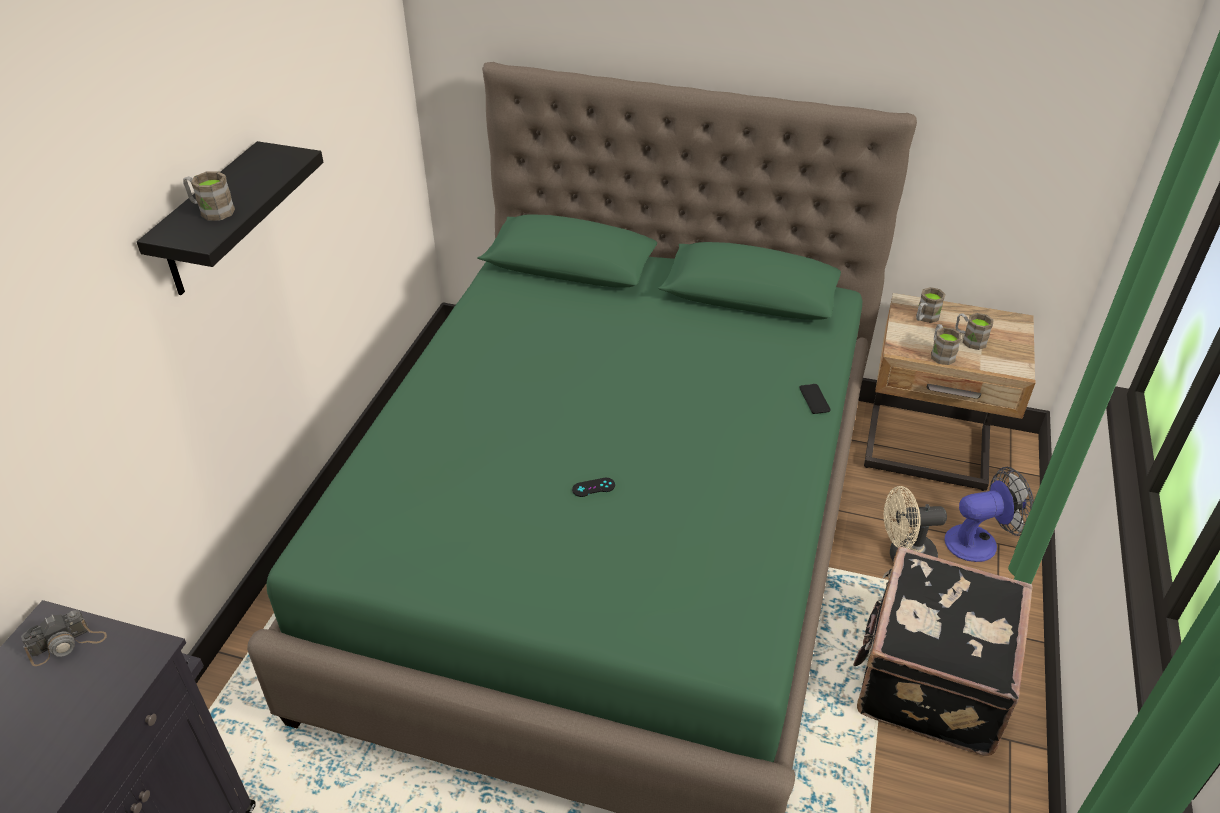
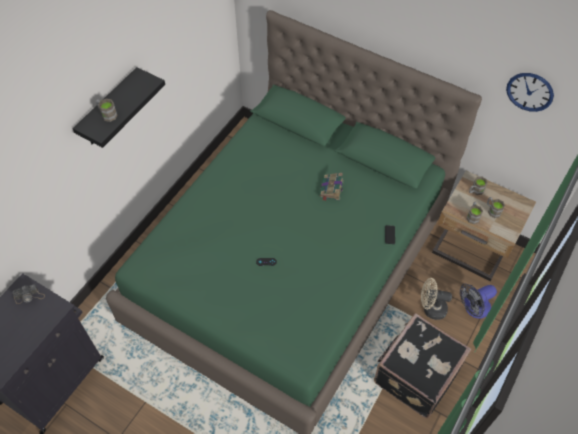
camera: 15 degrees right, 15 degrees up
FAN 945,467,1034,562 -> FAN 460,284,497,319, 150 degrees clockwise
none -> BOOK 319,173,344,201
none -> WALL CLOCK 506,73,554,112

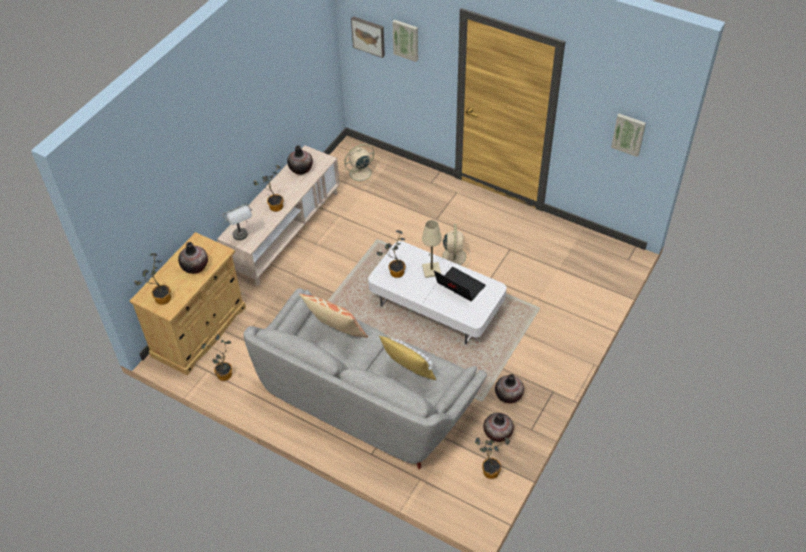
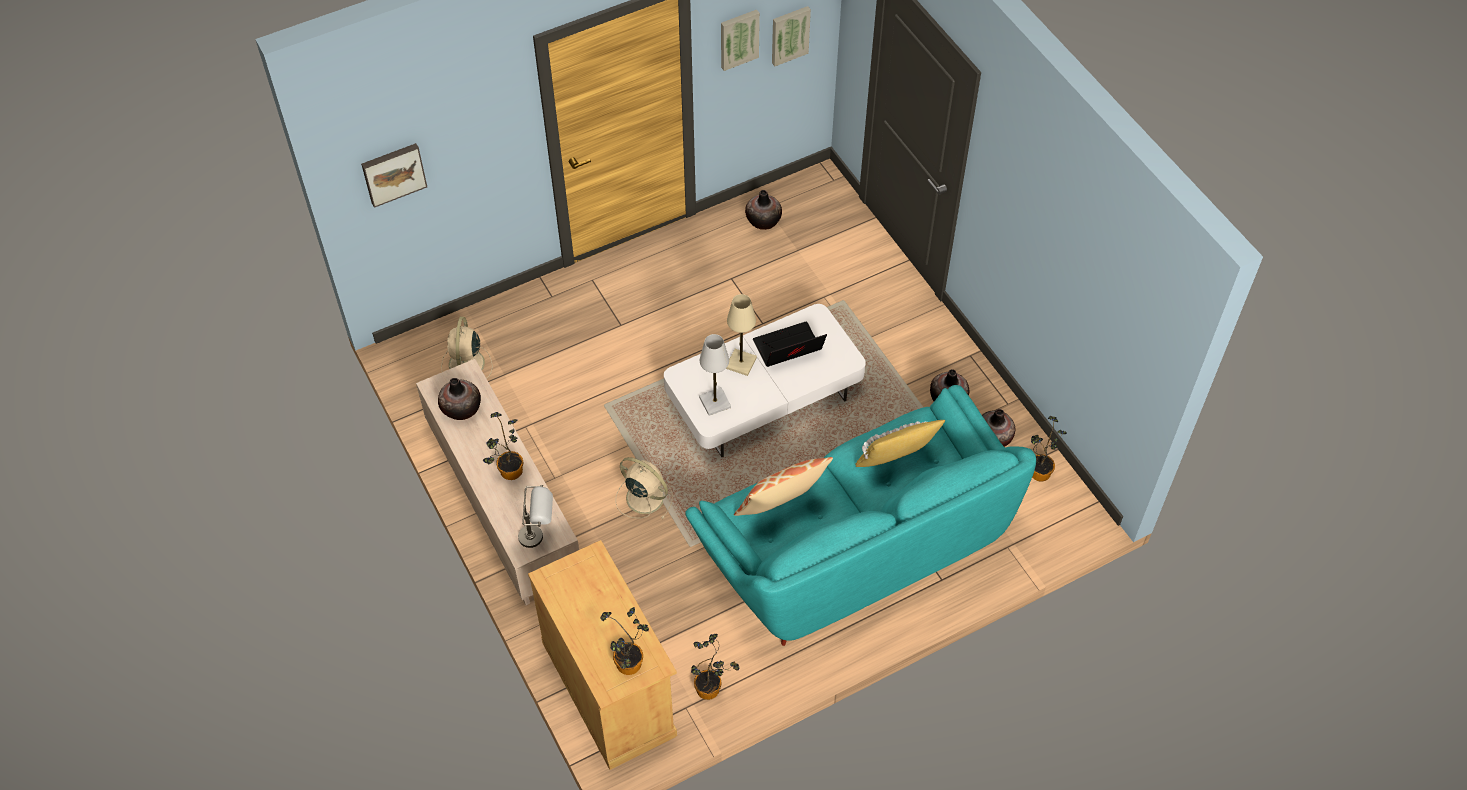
camera: 60 degrees left, 5 degrees up
VASE 178,242,208,274 -> VASE 745,190,782,230, relocated
GREY SOFA 244,288,487,469 -> TURQUOISE SOFA 685,385,1036,646
POTTED PLANT 377,230,406,278 -> WHITE TABLE LAMP 699,334,731,416
PICTURE 392,20,418,62 -> PICTURE 721,9,760,71, relocated
BEIGE FAN 437,224,471,267 -> BEIGE FAN 616,457,673,519, relocated

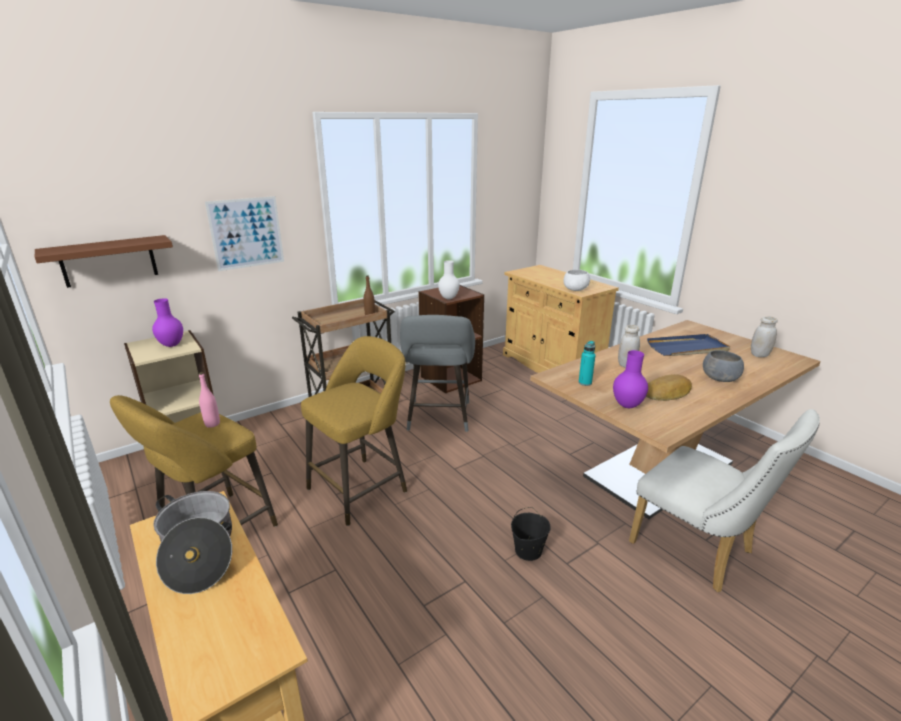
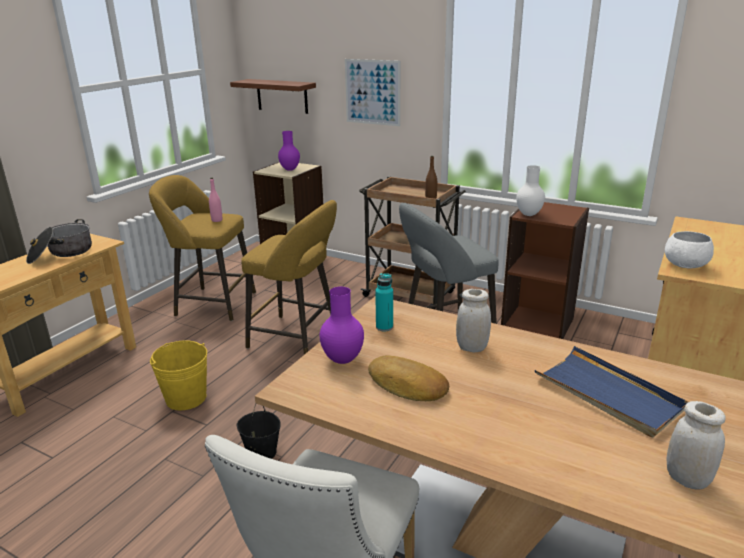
camera: 65 degrees right, 0 degrees up
GREY BOWL 703,350,744,382 -> none
none -> YELLOW BUCKET 150,340,207,410

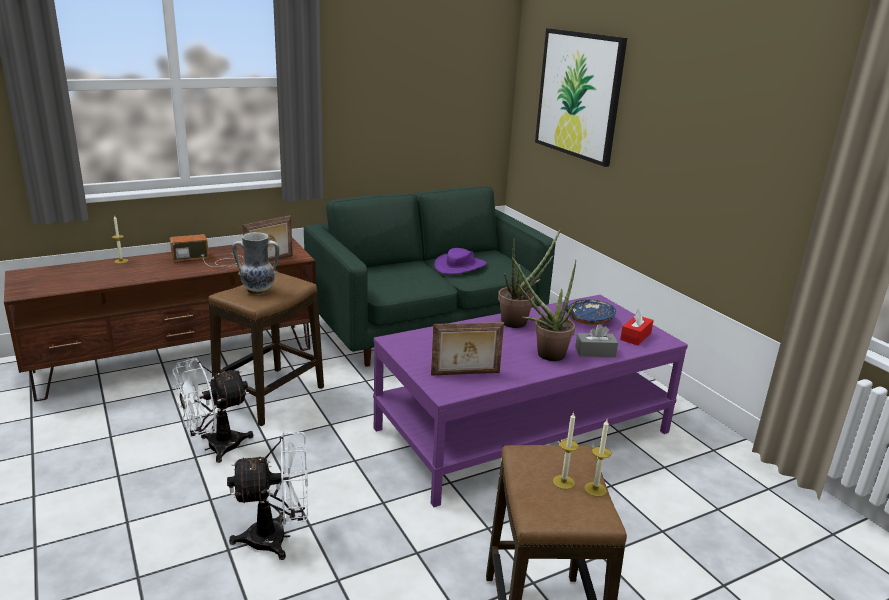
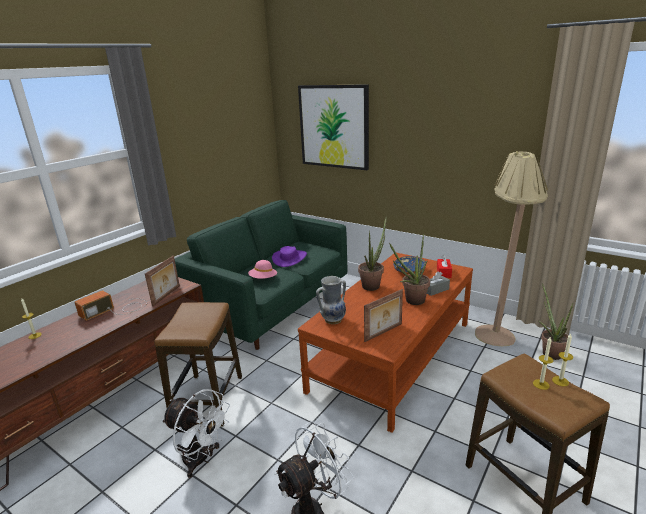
camera: 25 degrees left, 0 degrees up
WHITE FAN 172,358,253,463 -> WHITE FAN 162,389,230,478, 90 degrees counterclockwise
VASE 232,232,279,295 -> VASE 316,276,346,324, relocated
PURPLE COFFEE TABLE 373,295,688,507 -> BROWN COFFEE TABLE 298,253,473,433
none -> PINK HAT 248,260,277,279
none -> BEIGE FLOOR LAMP 475,151,548,346
none -> POTTED PLANT 538,283,573,360

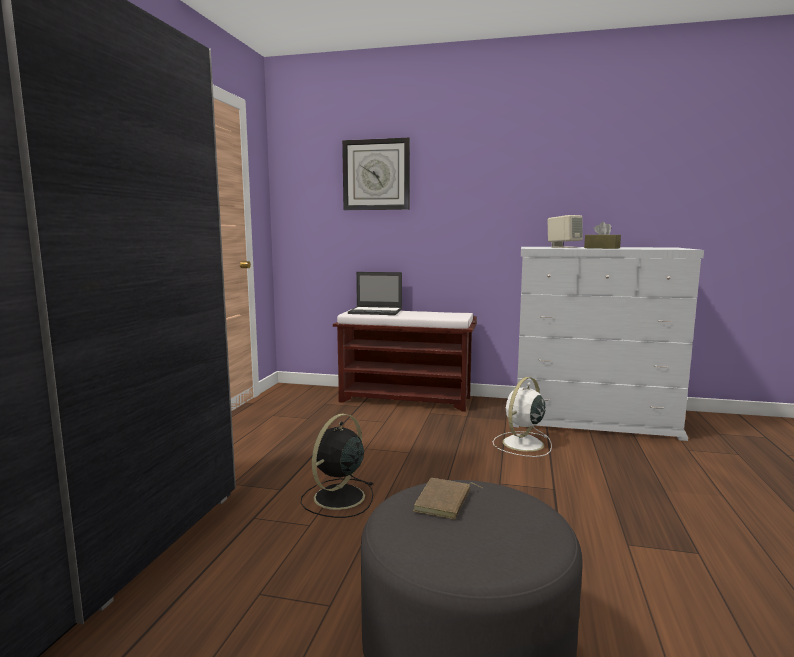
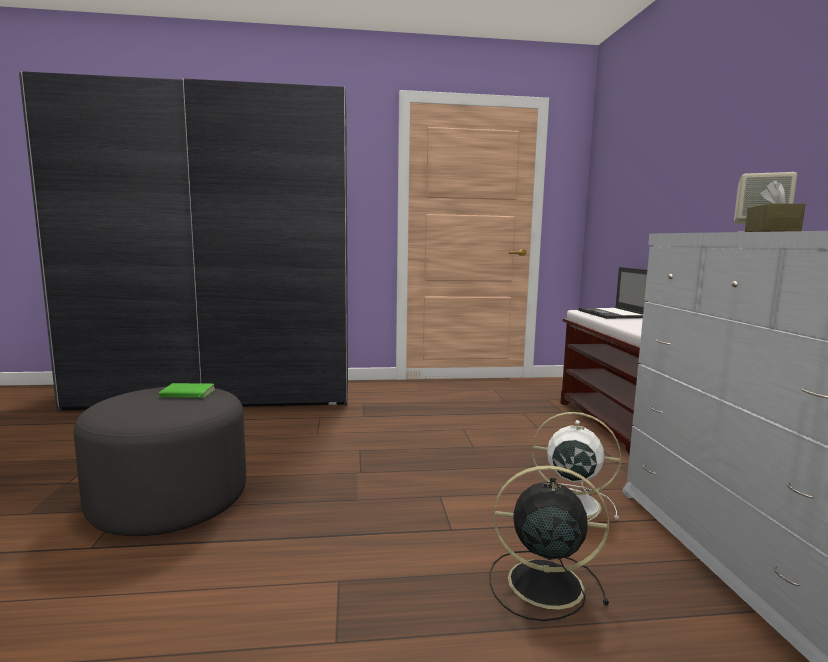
camera: 70 degrees right, 0 degrees up
BLACK FAN 301,414,373,518 -> BLACK FAN 489,465,609,621, relocated
WALL CLOCK 342,138,410,210 -> none
BROWN BOOK 413,478,482,520 -> GREEN BOOK 159,383,215,398

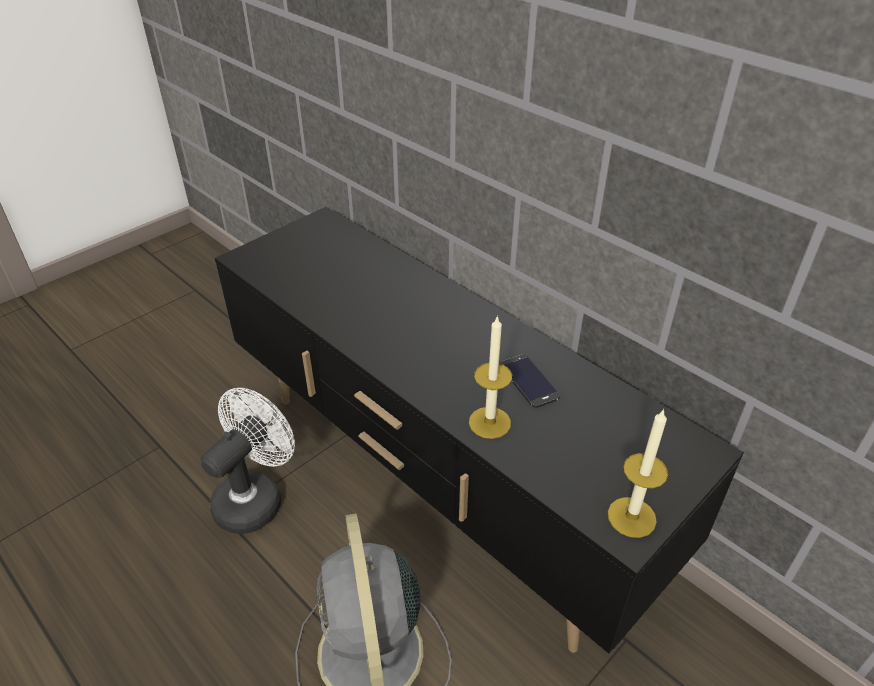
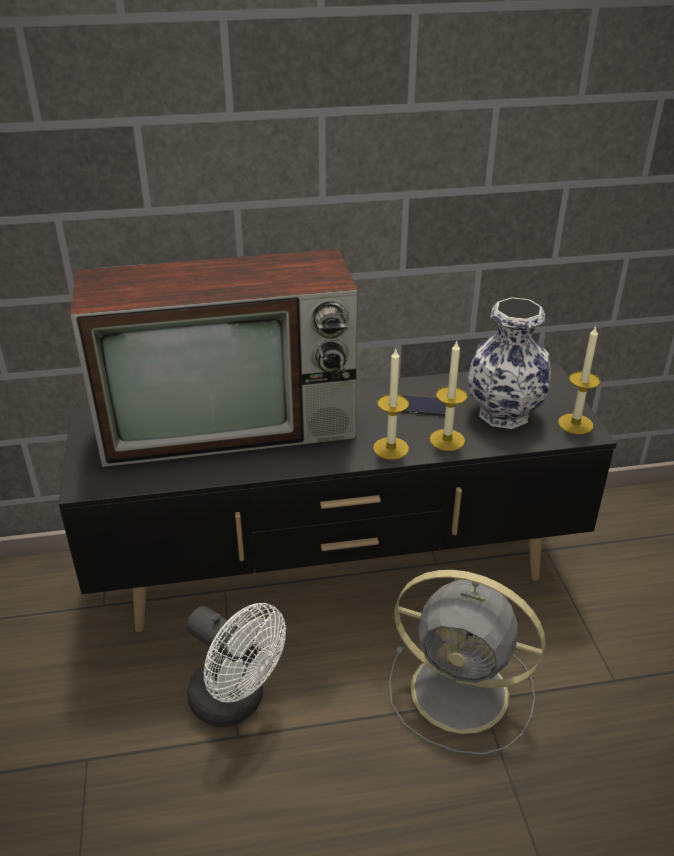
camera: 55 degrees left, 5 degrees down
WHITE FAN 201,388,295,534 -> WHITE FAN 187,603,286,727, 150 degrees clockwise
none -> TELEVISION 70,249,358,467
none -> CANDLE 373,349,409,460
none -> VASE 468,297,551,429

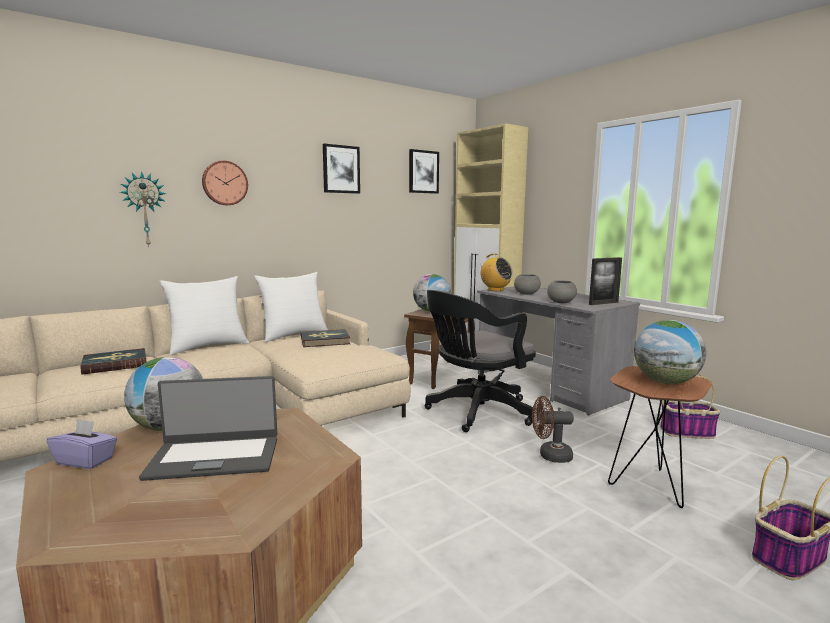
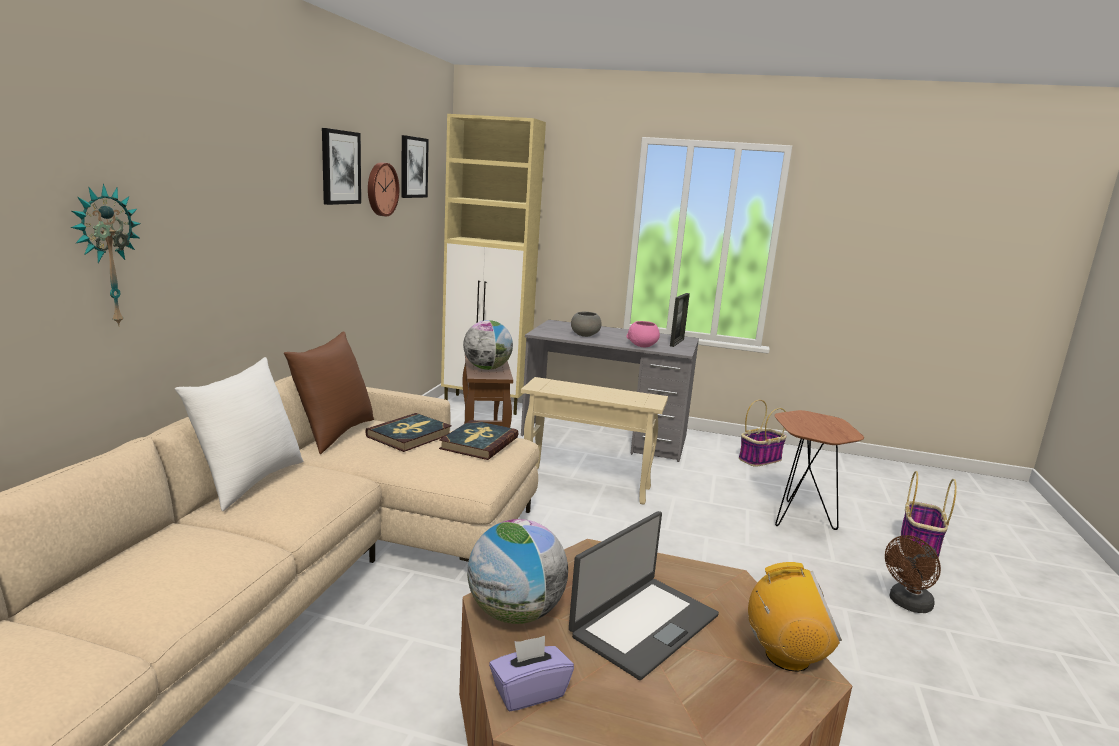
camera: 40 degrees left, 5 degrees up
BOOK 80,348,146,375 -> BOOK 439,420,518,460, relocated
WALL CLOCK 202,160,248,205 -> WALL CLOCK 368,162,399,216, relocated
WHITE PILLOW 254,272,328,342 -> BROWN PILLOW 284,331,374,454
BLACK OFFICE CHAIR 425,290,536,432 -> BEIGE SIDE TABLE 521,377,668,505
RADIO 480,253,513,291 -> RADIO 748,562,842,672, relocated
BROWN FAN 532,396,574,463 -> BROWN FAN 885,535,941,613, relocated
GREY BOWL 547,280,577,303 -> PINK BOWL 626,321,660,347
GLOBE 634,320,706,384 -> none

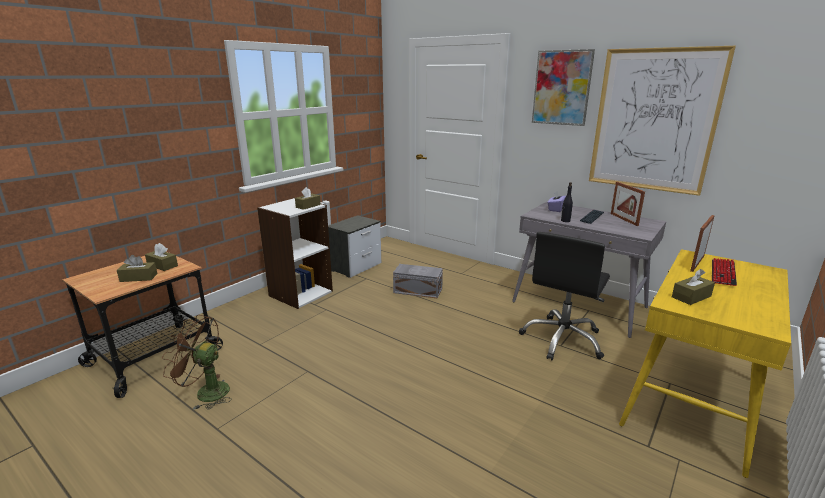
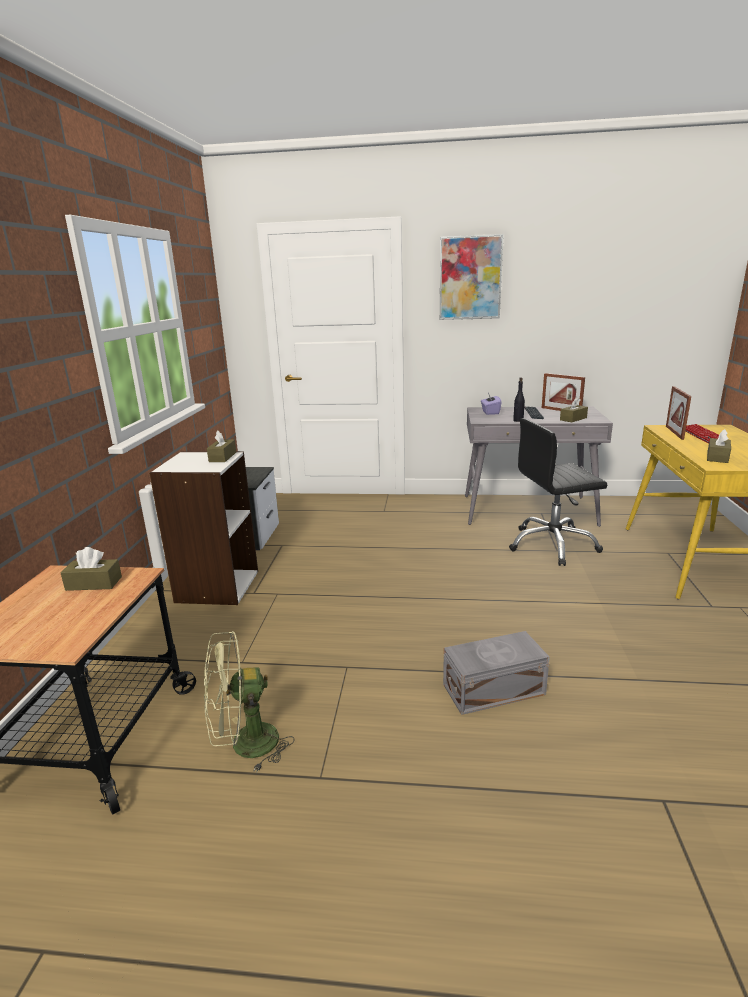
camera: 30 degrees left, 0 degrees up
BROWN TISSUE BOX 117,255,157,282 -> BROWN TISSUE BOX 560,397,588,422, relocated
BROWN FAN 162,315,232,410 -> GREEN FAN 204,631,295,773
GREY STORAGE BOX 393,264,443,299 -> GREY STORAGE BOX 443,631,550,715, relocated
BLACK OFFICE CHAIR 519,232,610,360 -> BLACK OFFICE CHAIR 509,418,607,566, 75 degrees clockwise
PICTURE 589,46,736,196 -> none

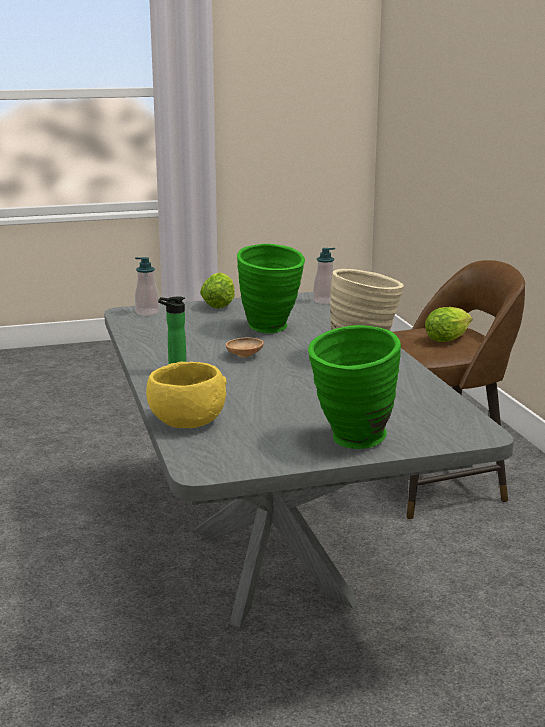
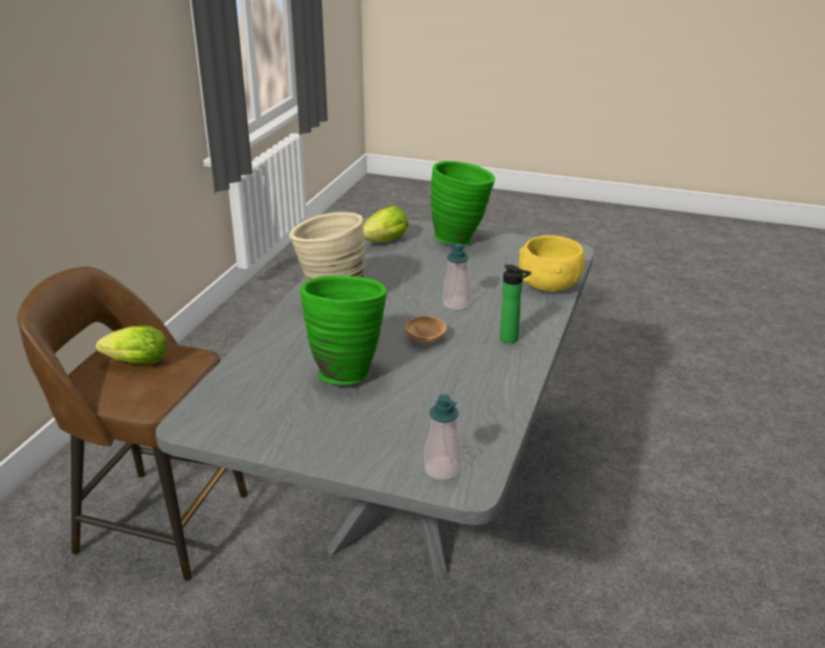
camera: 145 degrees left, 10 degrees up
LETTUCE 200,273,235,309 -> LETTUCE 363,205,409,242, relocated
SOAP DISPENSER 313,248,335,304 -> SOAP DISPENSER 443,242,471,310, relocated

